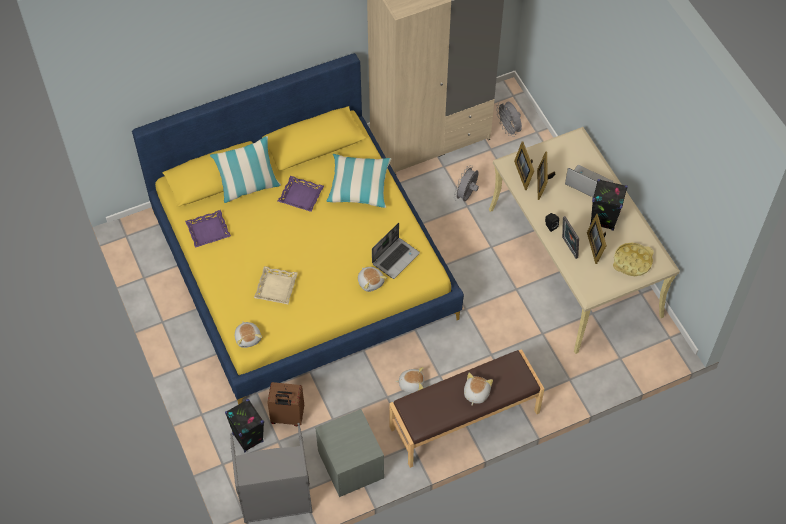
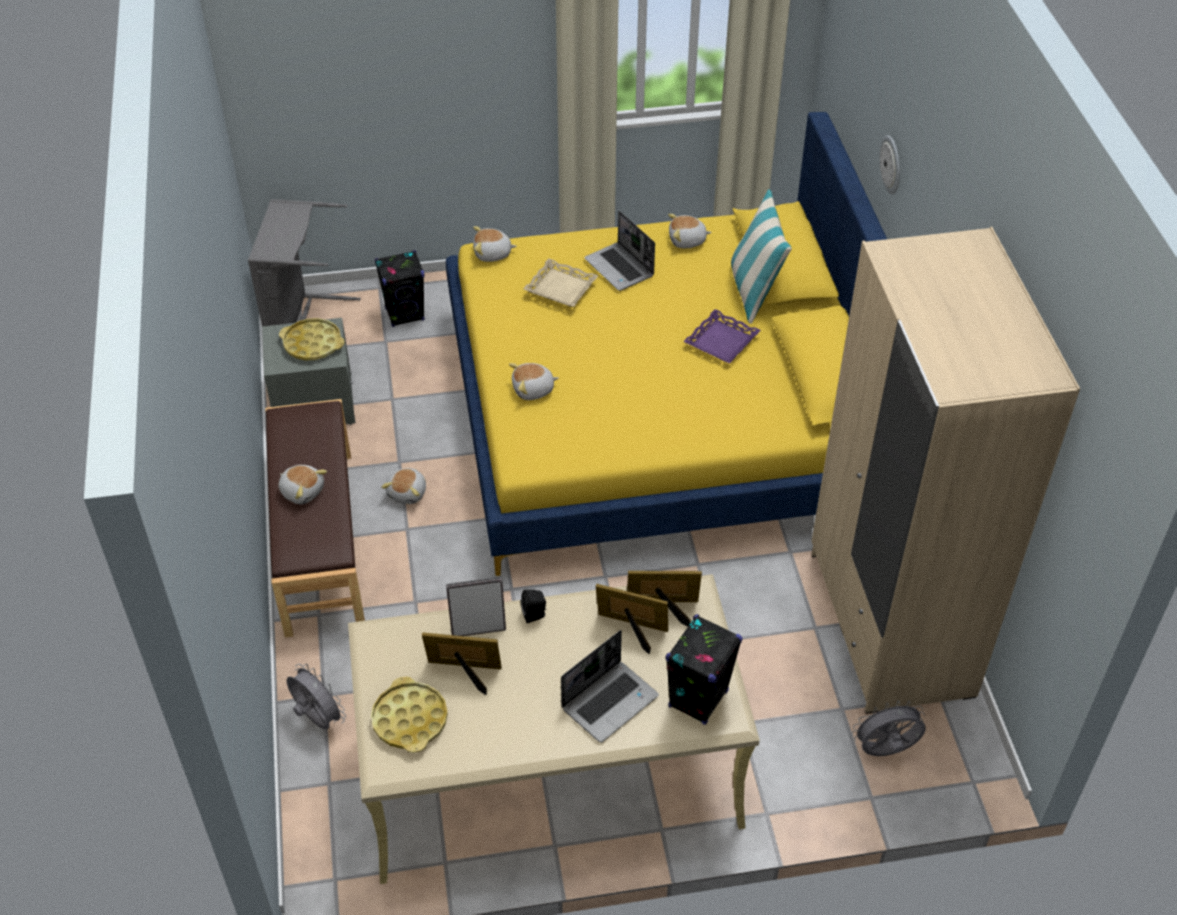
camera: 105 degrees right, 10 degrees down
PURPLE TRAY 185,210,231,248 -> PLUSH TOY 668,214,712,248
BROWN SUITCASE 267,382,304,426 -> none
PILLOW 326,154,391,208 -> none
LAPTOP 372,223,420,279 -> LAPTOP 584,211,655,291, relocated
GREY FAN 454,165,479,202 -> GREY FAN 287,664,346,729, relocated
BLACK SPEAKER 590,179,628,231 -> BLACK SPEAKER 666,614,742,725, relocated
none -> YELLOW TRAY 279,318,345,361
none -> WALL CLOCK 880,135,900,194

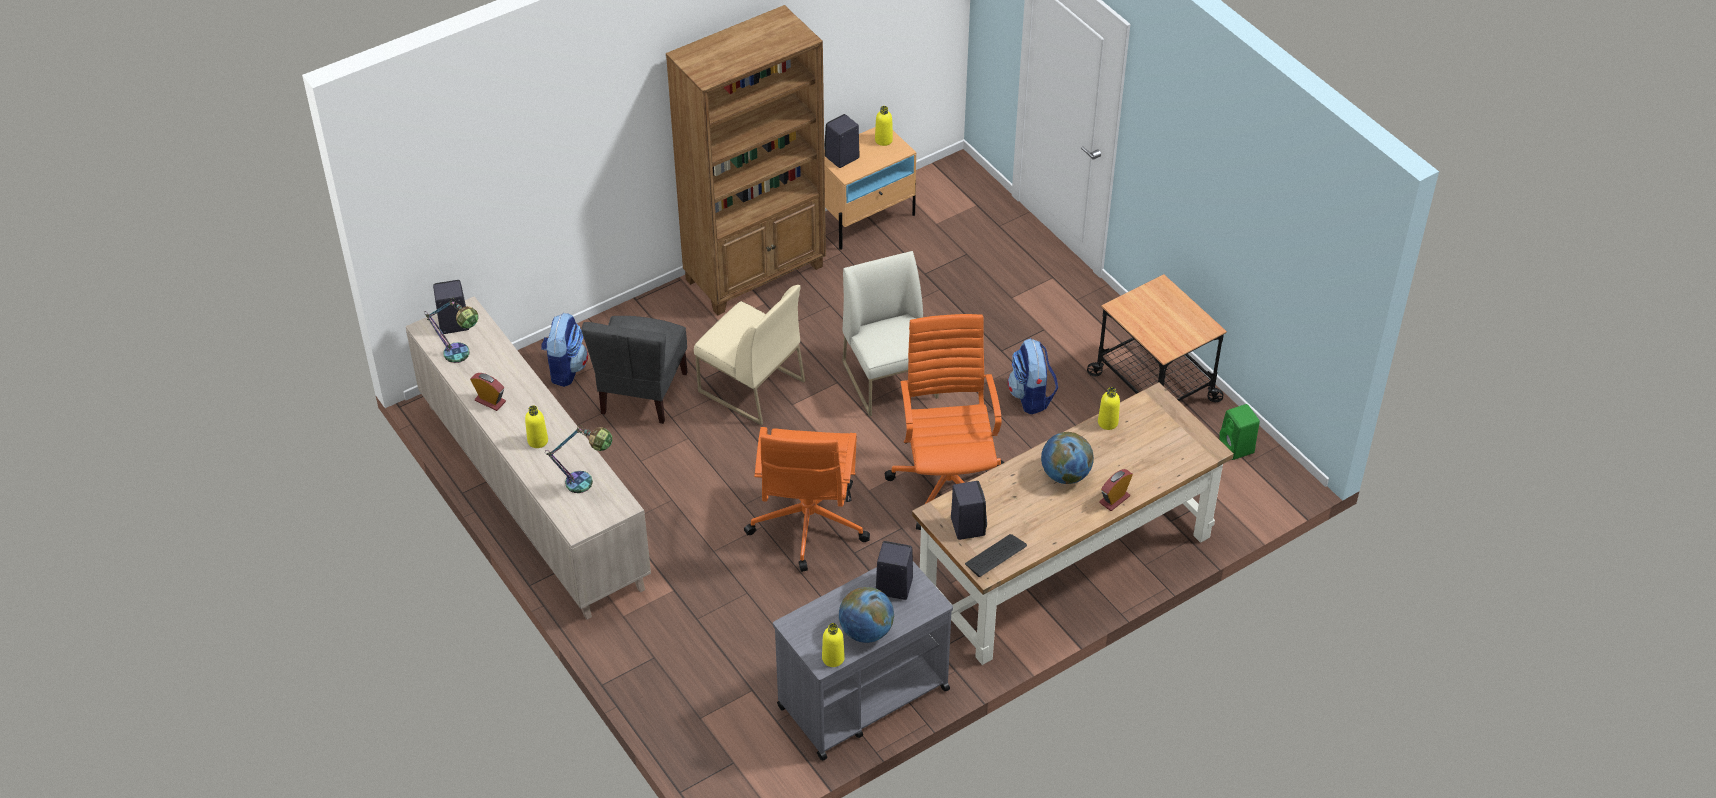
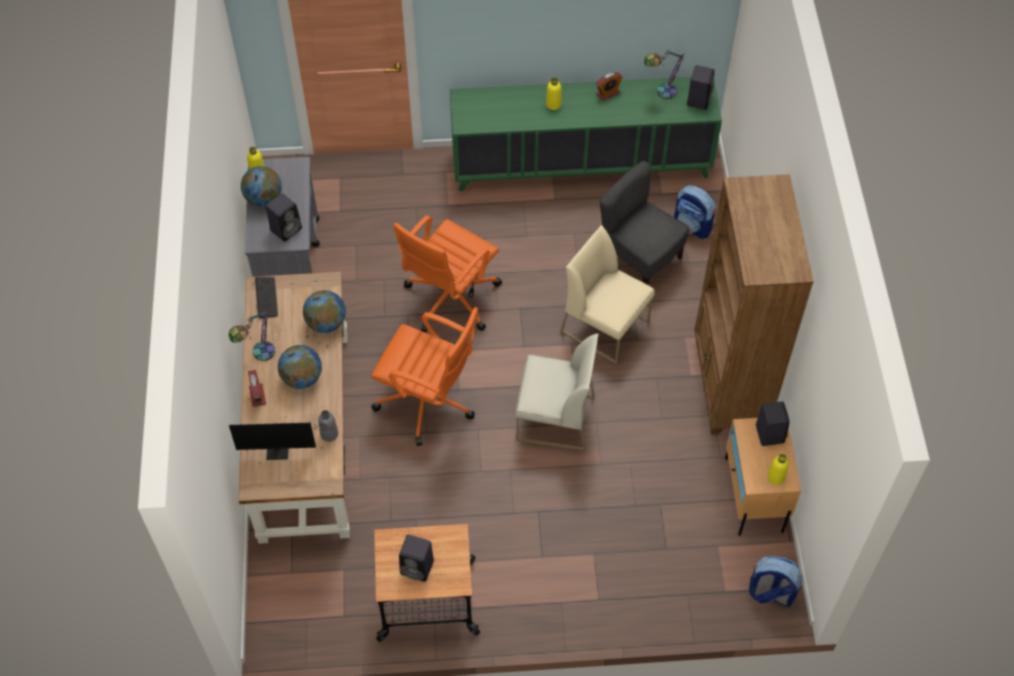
camera: 120 degrees right, 10 degrees up
BEIGE CABINET 406,296,651,619 -> GREEN CABINET 450,77,722,191
TABLE LAMP 545,425,612,493 -> TABLE LAMP 229,308,275,361, relocated
BEIGE CHAIR 694,285,805,425 -> BEIGE CHAIR 560,225,655,364, 60 degrees clockwise
ORANGE OFFICE CHAIR 744,427,870,572 -> ORANGE OFFICE CHAIR 394,215,502,332, 90 degrees counterclockwise
BLACK SPEAKER 951,481,987,540 -> BLACK SPEAKER 399,534,434,582, relocated
BACKPACK 1008,338,1058,414 -> BACKPACK 749,556,803,607, relocated
YELLOW BOTTLE 1098,387,1120,430 -> GREY BOTTLE 318,410,338,442
GREEN SPEAKER 1219,404,1260,460 -> none
none -> MONITOR 229,423,334,460
none -> GLOBE 303,290,346,333

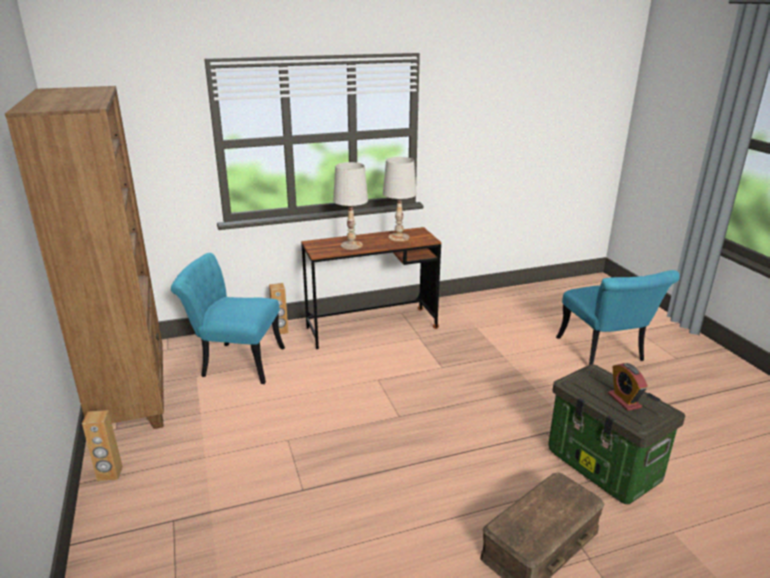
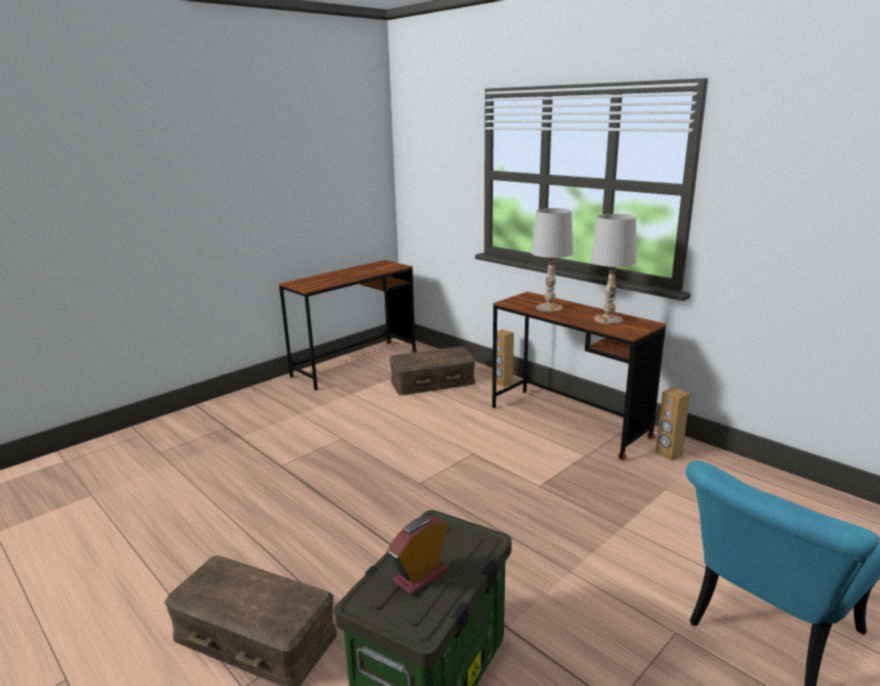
camera: 65 degrees right, 5 degrees down
BROWN BOOKCASE 5,86,164,429 -> BROWN DESK 279,260,417,390
BROWN SPEAKER 82,410,123,481 -> BROWN SPEAKER 655,387,690,461, relocated
TURQUOISE CHAIR 171,253,285,384 -> BROWN STORAGE BOX 389,346,476,396

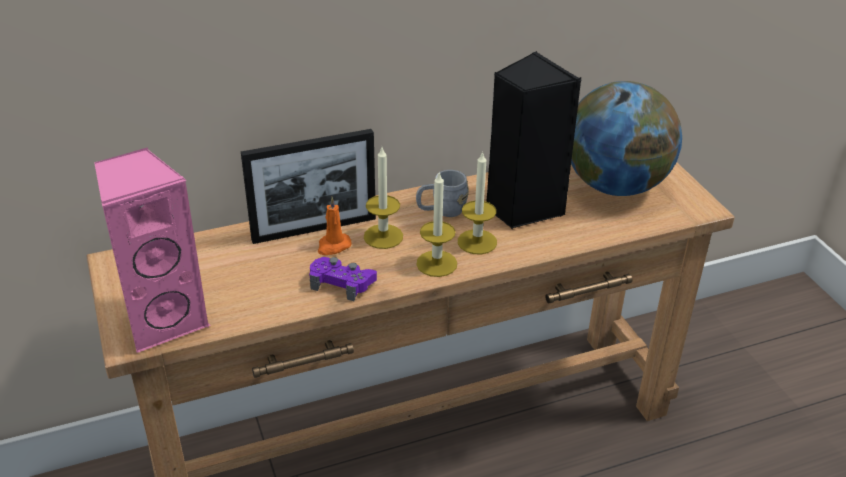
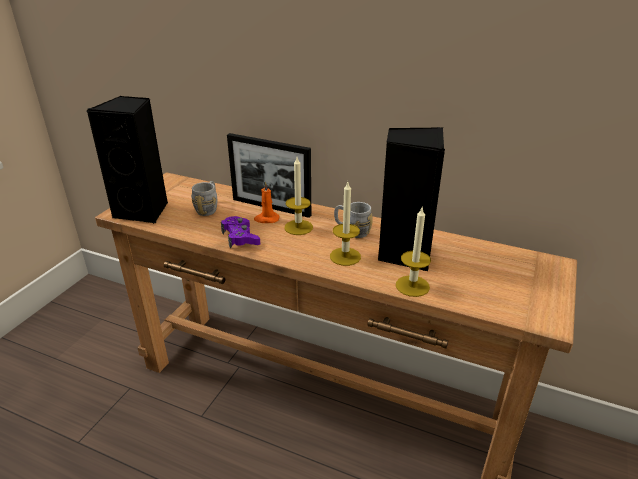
camera: 45 degrees right, 5 degrees down
PINK SPEAKER 94,147,211,353 -> BLACK SPEAKER 87,96,168,224
CANDLE 416,172,457,277 -> CANDLE 396,208,431,297, relocated
GLOBE 571,81,682,196 -> none
none -> GREY MUG 191,181,218,216

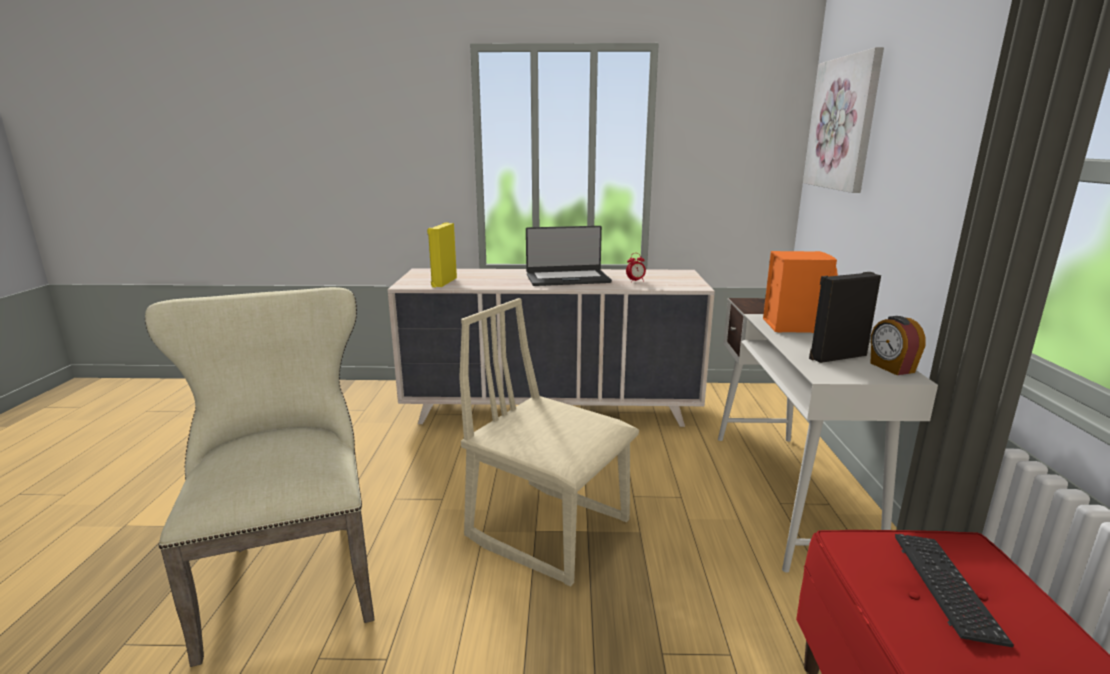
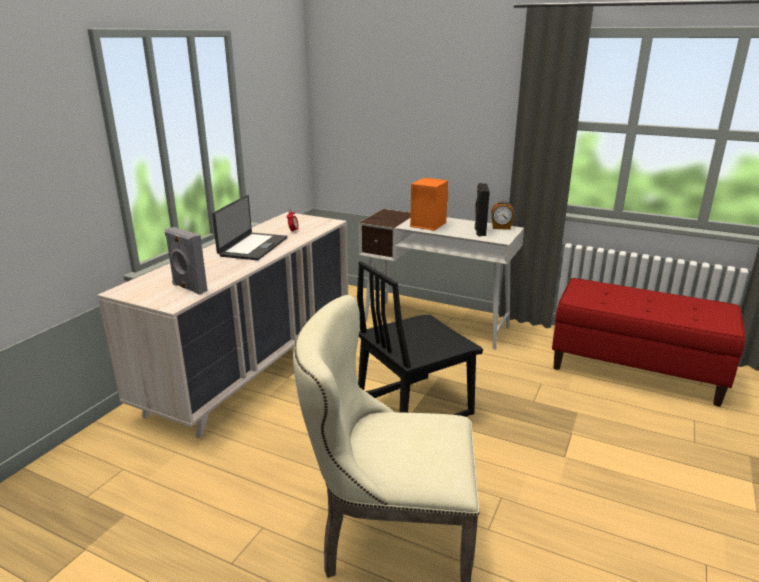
camera: 65 degrees left, 5 degrees up
YELLOW SPEAKER 427,222,457,287 -> GREY SPEAKER 165,227,208,295
BEIGE CHAIR 459,298,639,587 -> BLACK CHAIR 357,261,483,417
PICTURE 803,47,884,193 -> none
KEYBOARD 895,534,1014,647 -> none

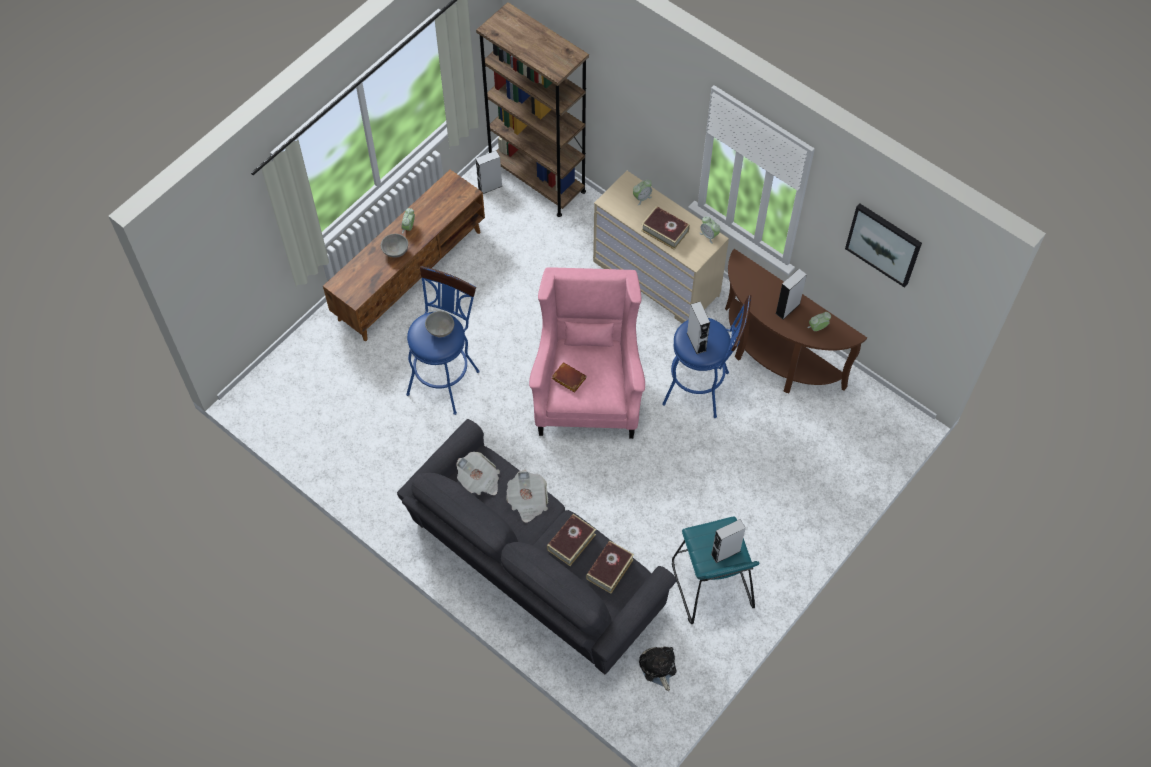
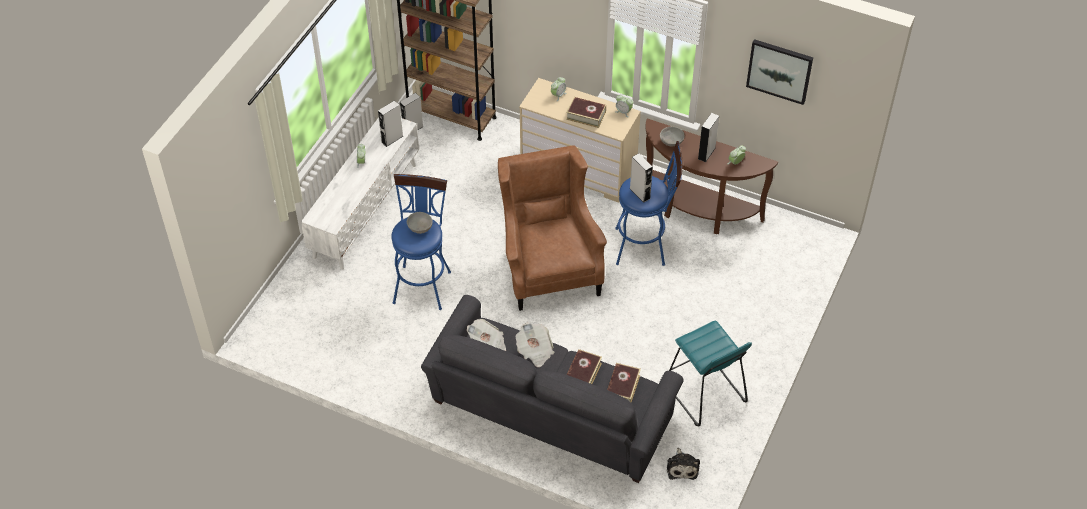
camera: 15 degrees left, 10 degrees down
BROWN TV STAND 323,170,485,341 -> WHITE TV STAND 301,117,419,270
GREY BOWL 381,234,408,258 -> GREY BOWL 660,127,685,146, relocated
PINK ARMCHAIR 529,267,645,439 -> BROWN ARMCHAIR 498,145,607,311
BROWN BOOK 552,362,587,393 -> none
PLUSH TOY 639,647,677,691 -> PLUSH TOY 667,448,700,480, 150 degrees counterclockwise
GREY SPEAKER 711,519,746,563 -> GREY SPEAKER 378,100,403,147, relocated

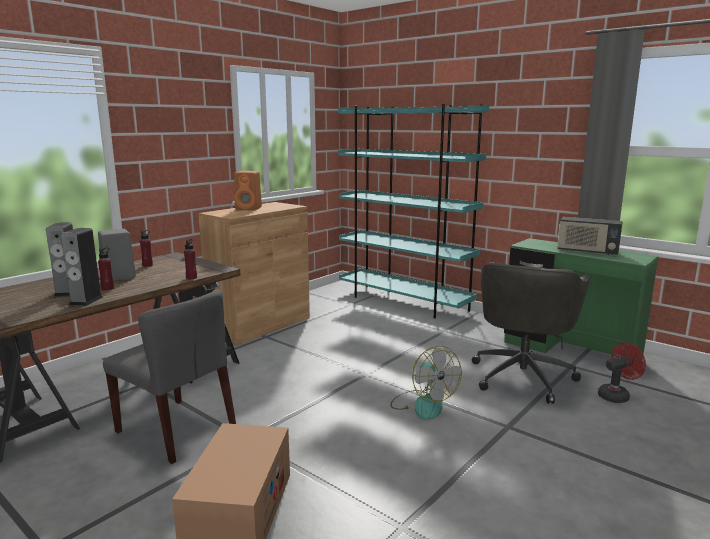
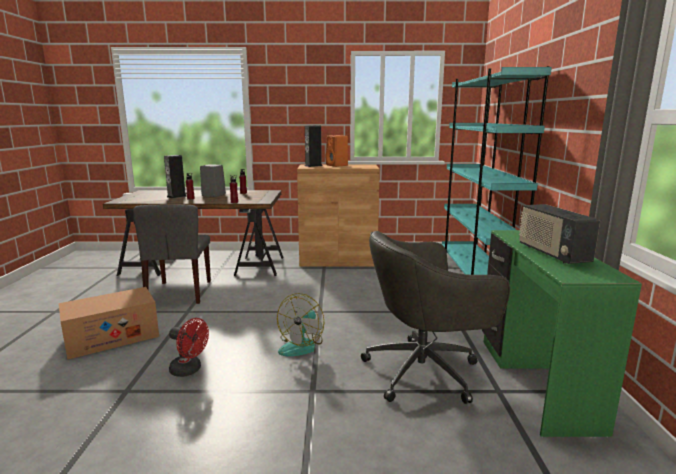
camera: 50 degrees right, 0 degrees up
SPEAKER 61,228,103,306 -> SPEAKER 305,125,322,167, relocated
RED FAN 598,342,646,403 -> RED FAN 169,318,209,377, relocated

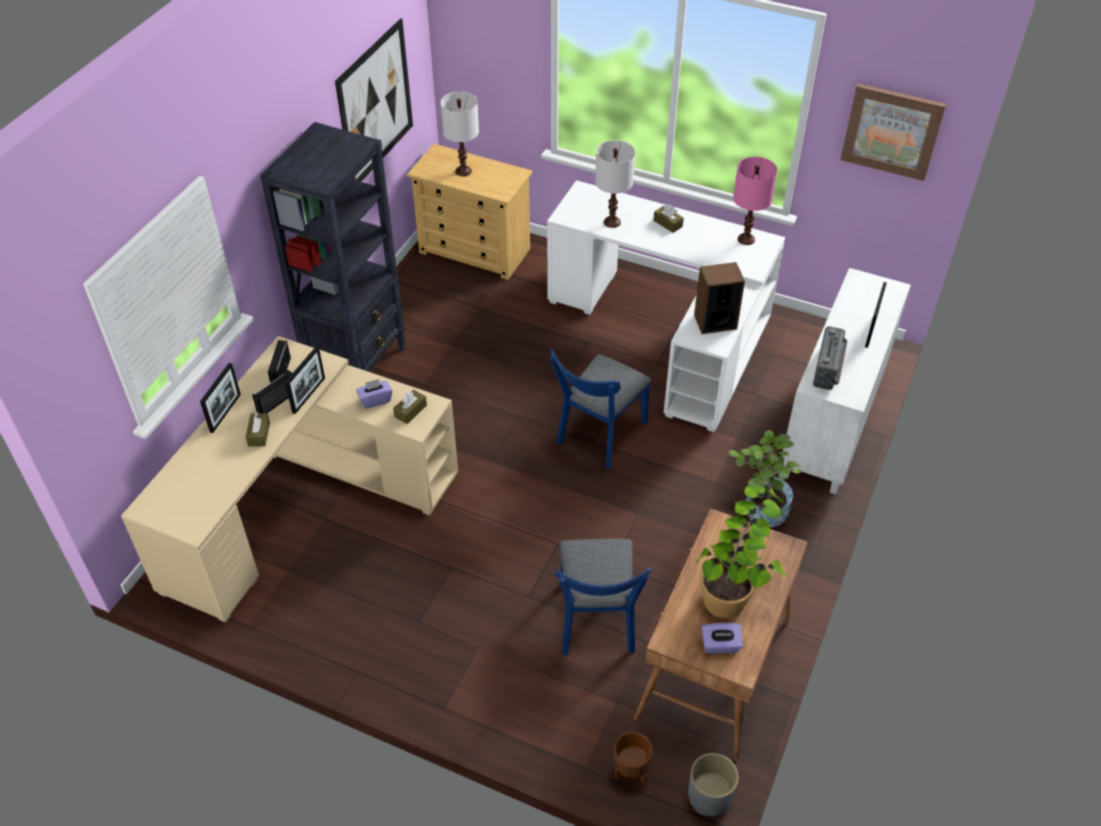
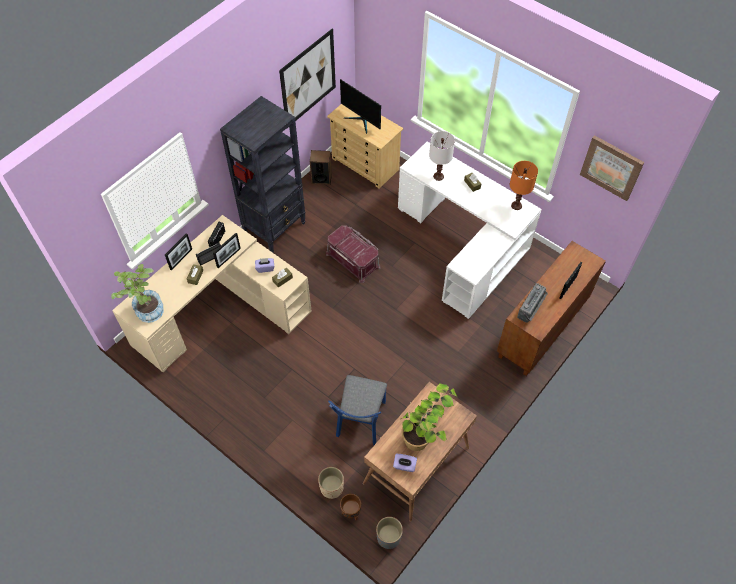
camera: 15 degrees right, 10 degrees up
WHITE TABLE LAMP 441,92,479,177 -> MONITOR 340,79,381,134
BLUE CHAIR 550,349,651,469 -> none
SPEAKER 694,262,745,334 -> SPEAKER 310,150,332,185, relocated
POTTED PLANT 729,430,801,527 -> POTTED PLANT 111,264,163,323, relocated
PINK TABLE LAMP 733,157,777,245 -> ORANGE TABLE LAMP 510,161,538,210
WHITE CABINET 782,268,911,495 -> BROWN CABINET 497,241,606,376
none -> BEIGE PLANTER 318,467,344,499
none -> RED STORAGE BOX 326,226,380,283

